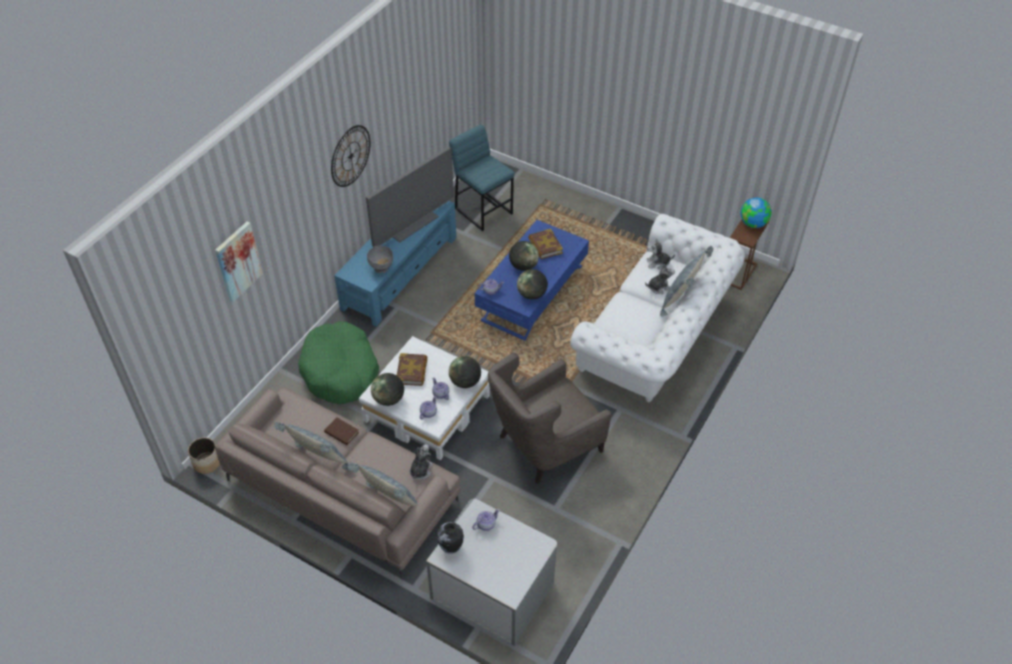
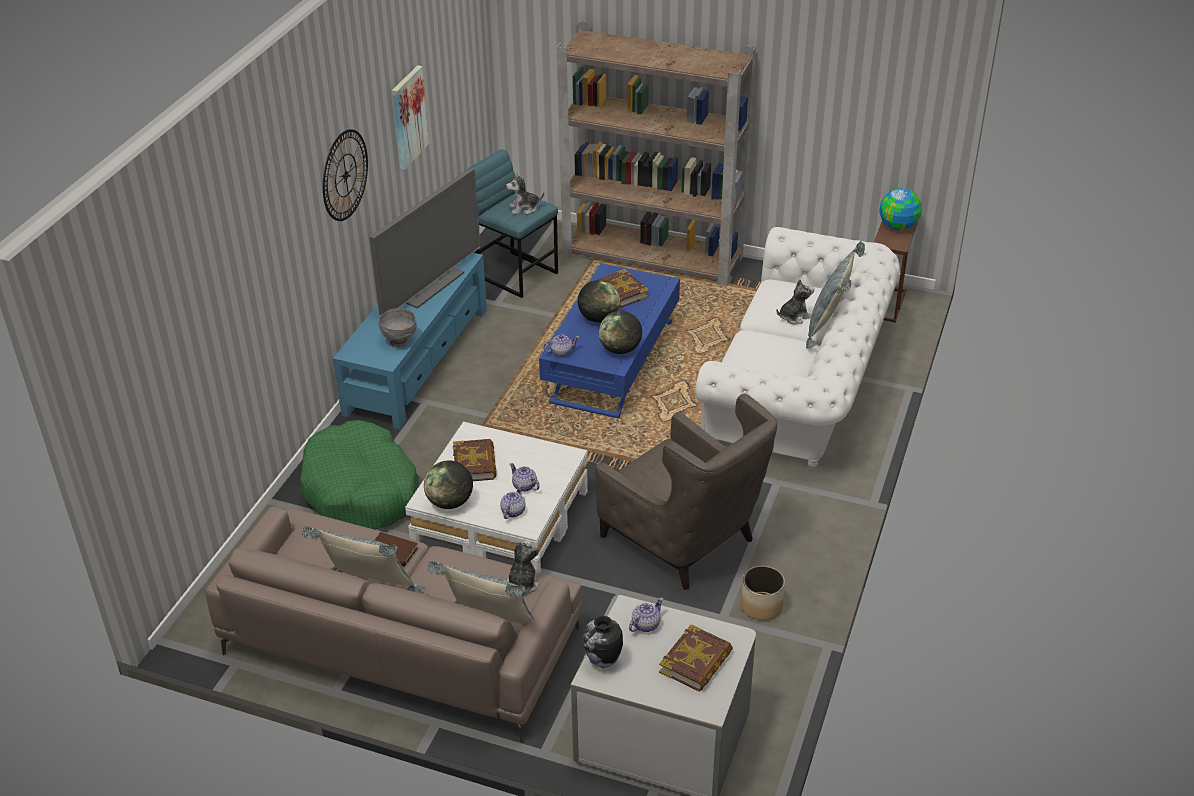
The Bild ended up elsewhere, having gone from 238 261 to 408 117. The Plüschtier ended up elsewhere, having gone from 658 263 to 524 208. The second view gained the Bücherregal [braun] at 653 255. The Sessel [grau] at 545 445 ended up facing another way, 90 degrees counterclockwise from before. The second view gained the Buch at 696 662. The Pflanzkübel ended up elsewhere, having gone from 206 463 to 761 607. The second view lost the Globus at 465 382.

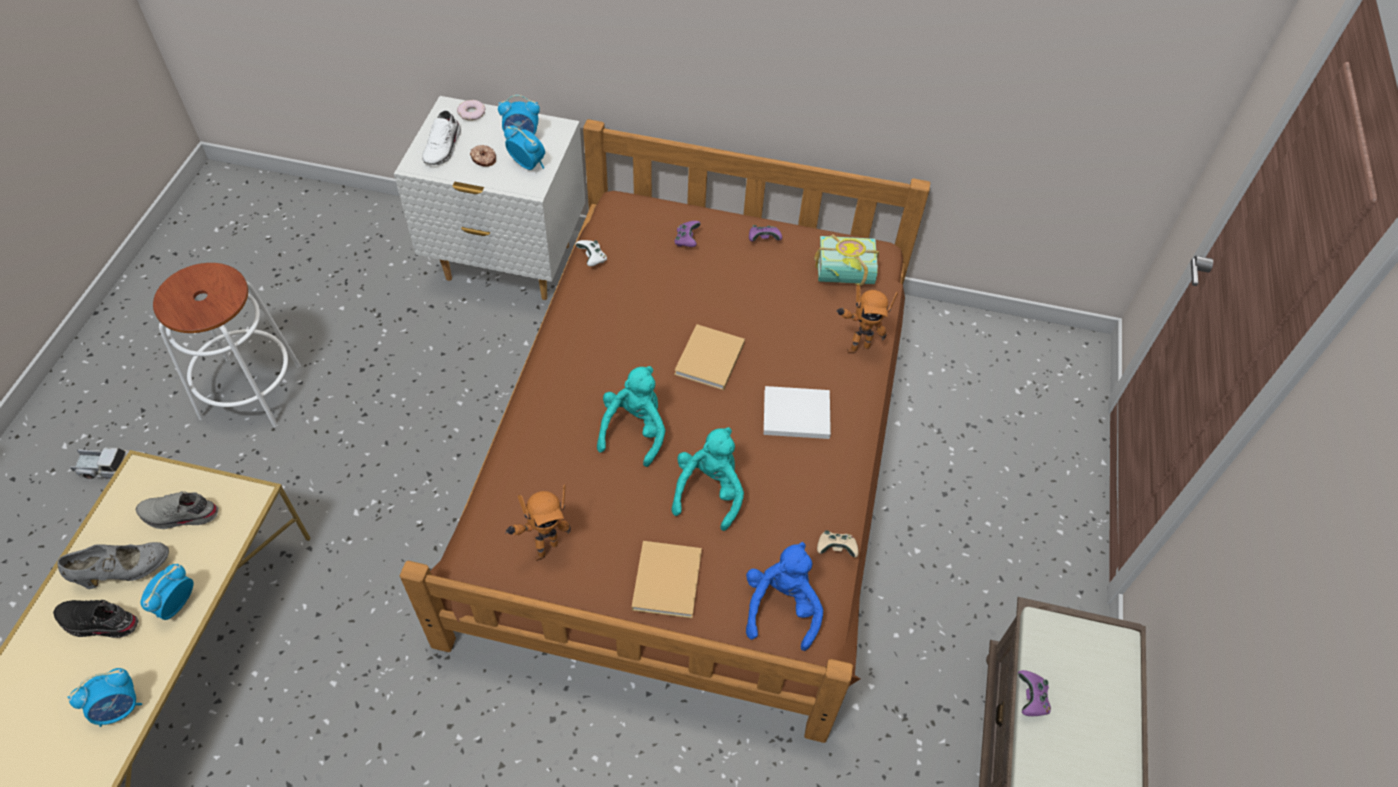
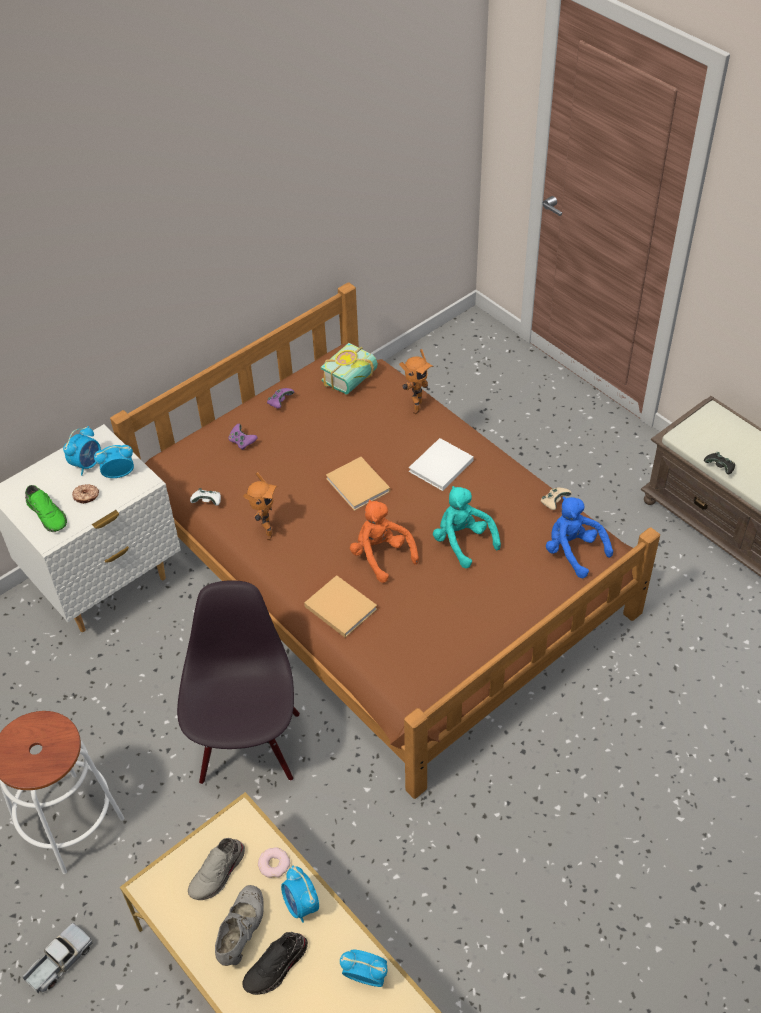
What was the Schuh [weiß] at 444 147 turned into the Schuh [grün] at 48 514. The second view gained the Stuhl [schwarz] at 248 746. The Spielzeugroboter ended up elsewhere, having gone from 543 548 to 265 533. The Donut ended up elsewhere, having gone from 472 113 to 274 864. The Buch [beige] ended up elsewhere, having gone from 667 578 to 339 606. The Wecker at 120 708 ended up facing another way, 75 degrees counterclockwise from before. What was the Plüschtier [türkis] at 634 430 turned into the Plüschtier [orange] at 381 555. What was the Gamepad [lila] at 1031 699 turned into the Gamepad [schwarz] at 719 468.

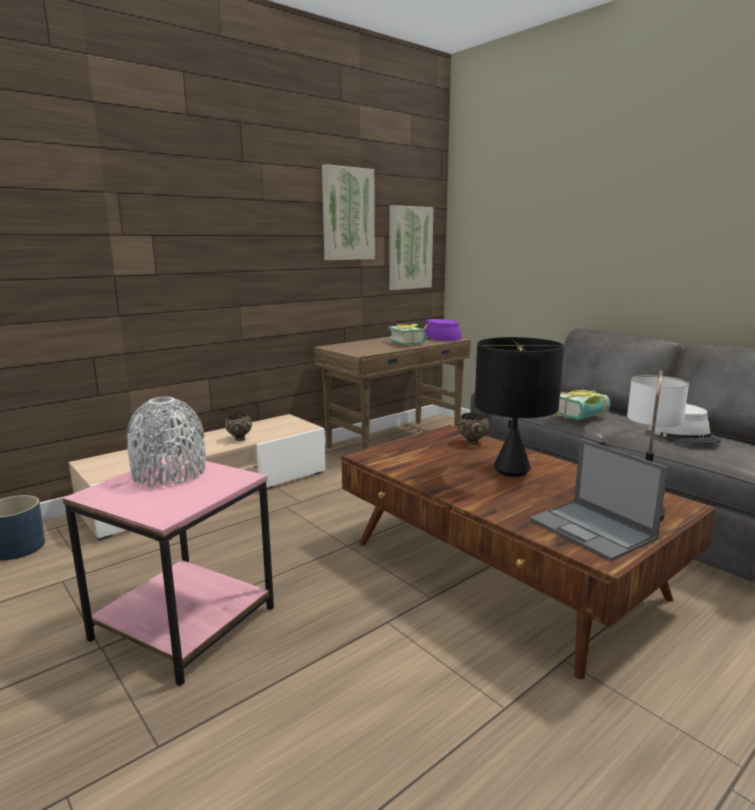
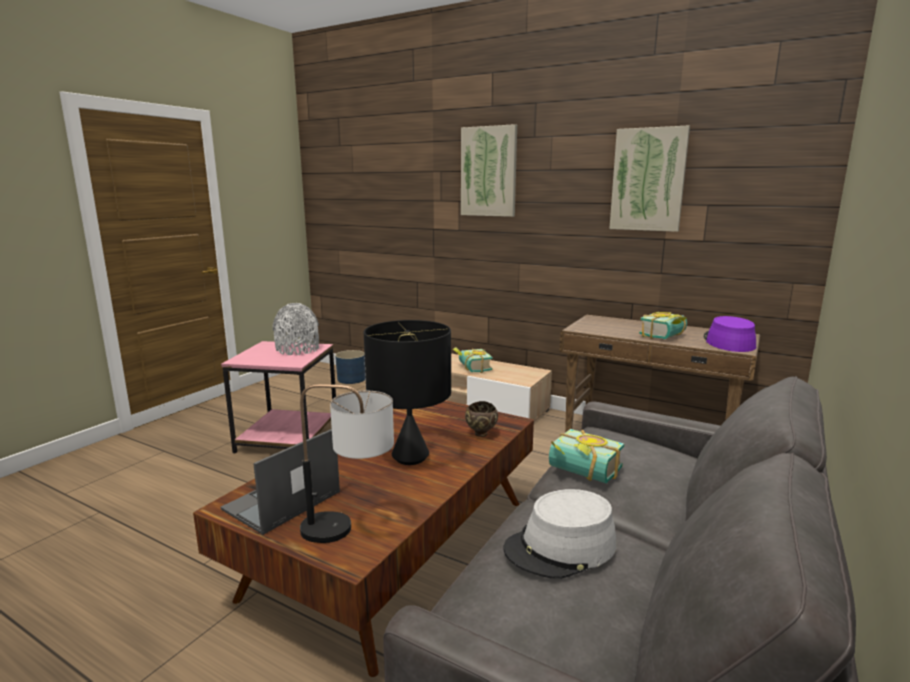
Where the Schüssel [braun] stood at 239 439, the Buch came to stand at 471 368. The Bild ended up elsewhere, having gone from 409 248 to 489 172.

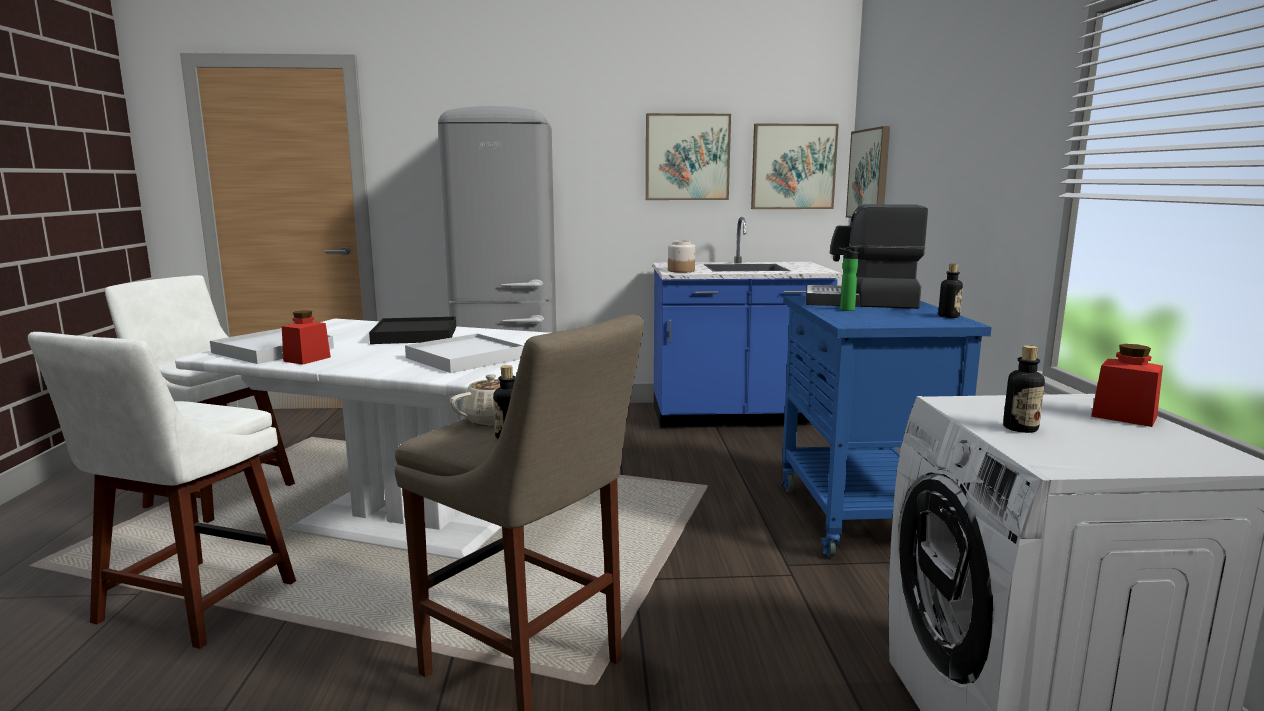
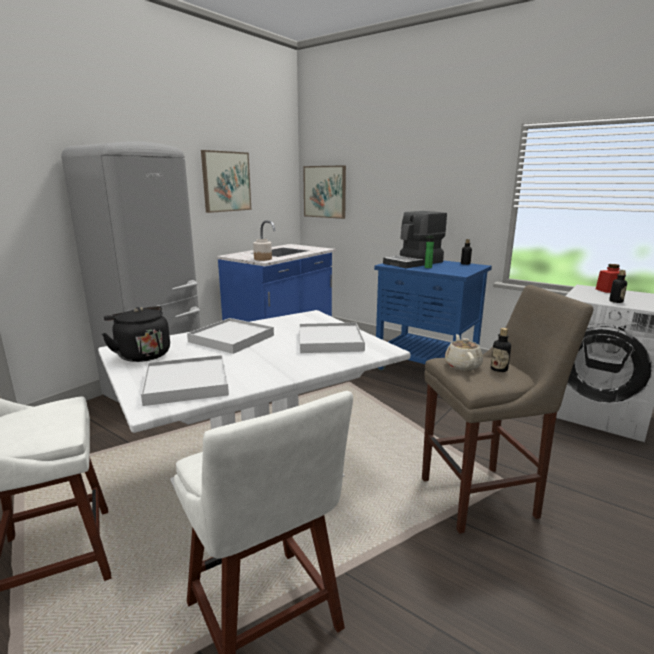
The second view gained the Wasserkessel [schwarz] at 141 354. What was the Tablett [schwarz] at 415 335 turned into the Tablett [weiß] at 231 338. The second view lost the Vorratsglas [rot] at 307 359. The second view lost the Bild at 793 167.

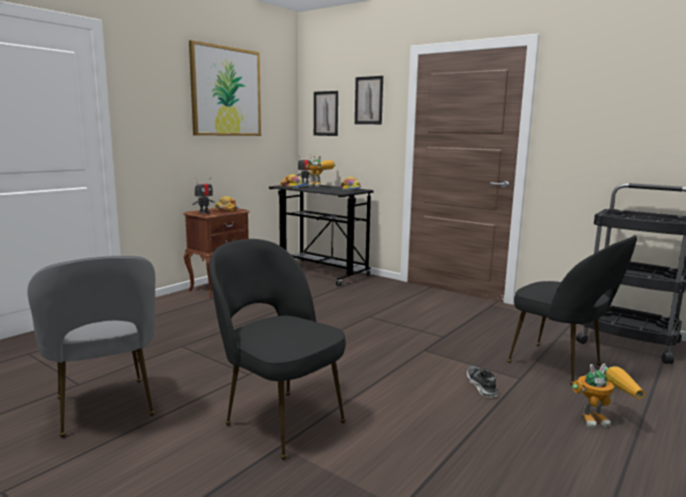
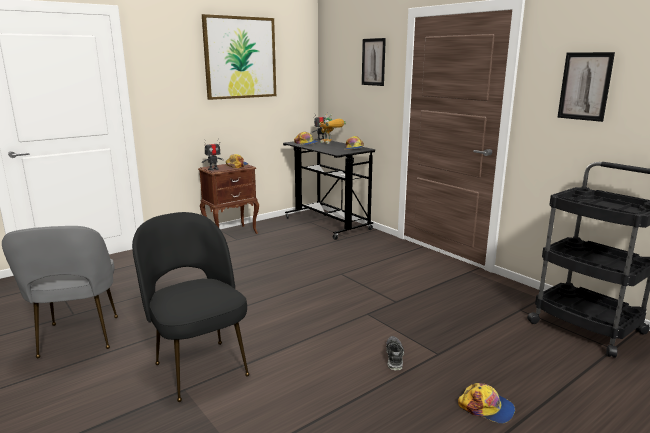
Where the Spielzeugroboter stood at 601 419, the Kappe came to stand at 486 408. The Bild ended up elsewhere, having gone from 326 113 to 585 86. The second view lost the Stuhl [schwarz] at 561 366.

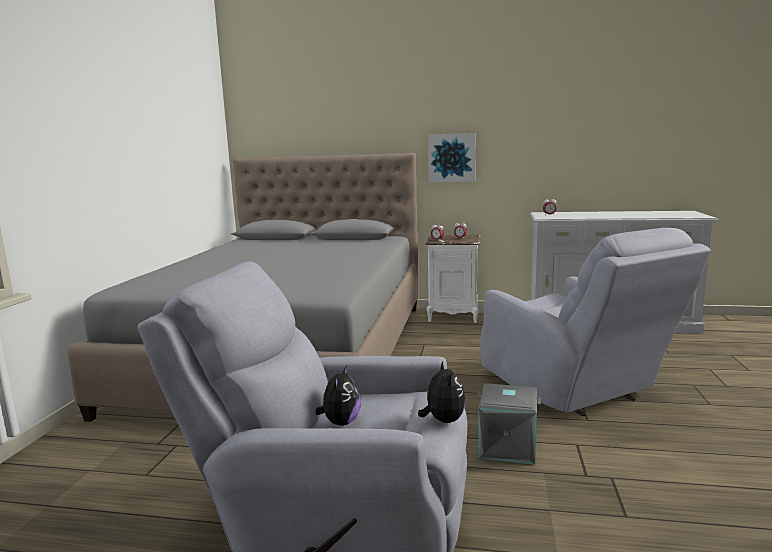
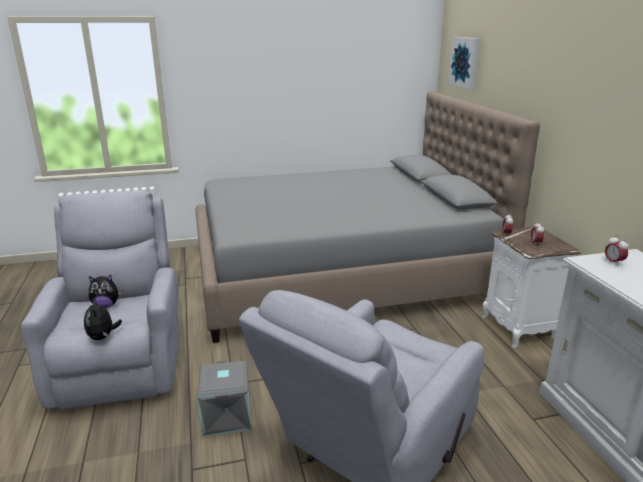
The Plüschtier at 443 420 ended up facing another way, 105 degrees clockwise from before. The Bild ended up elsewhere, having gone from 452 157 to 465 62.

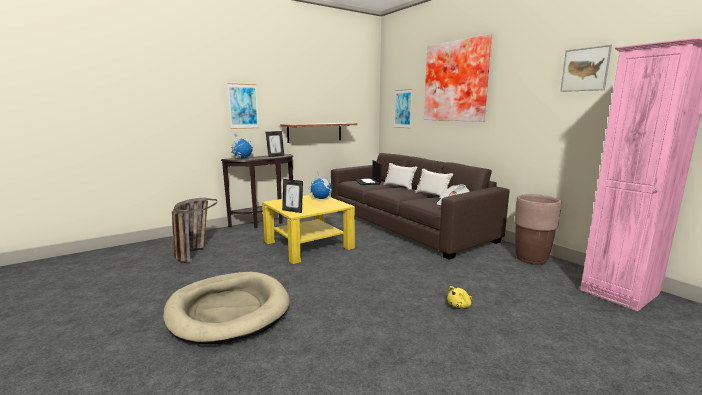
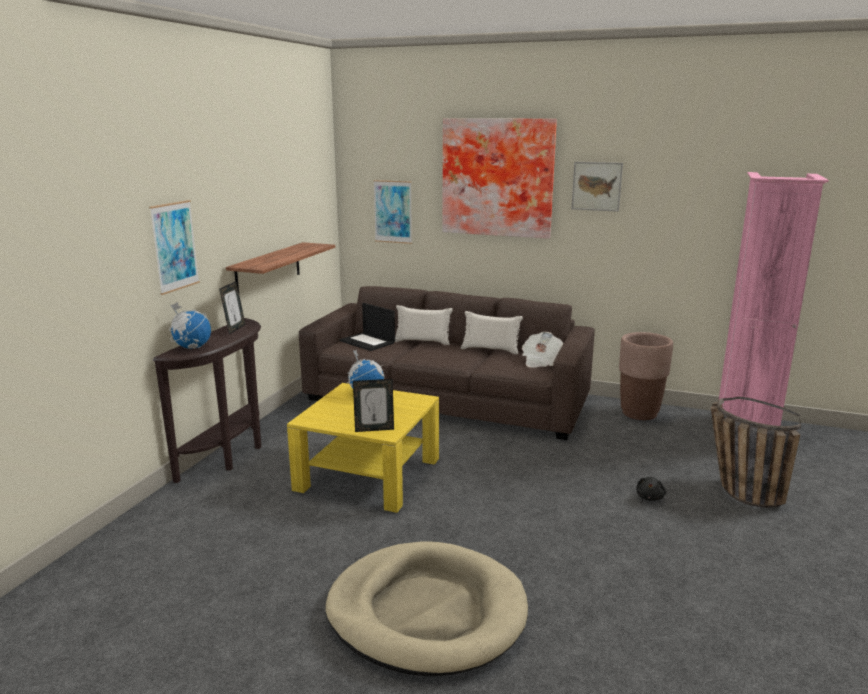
The Bild ended up elsewhere, having gone from 585 69 to 596 186. What was the Plüschtier [gelb] at 459 305 turned into the Plüschtier [schwarz] at 650 497. The Korb ended up elsewhere, having gone from 194 253 to 737 490.

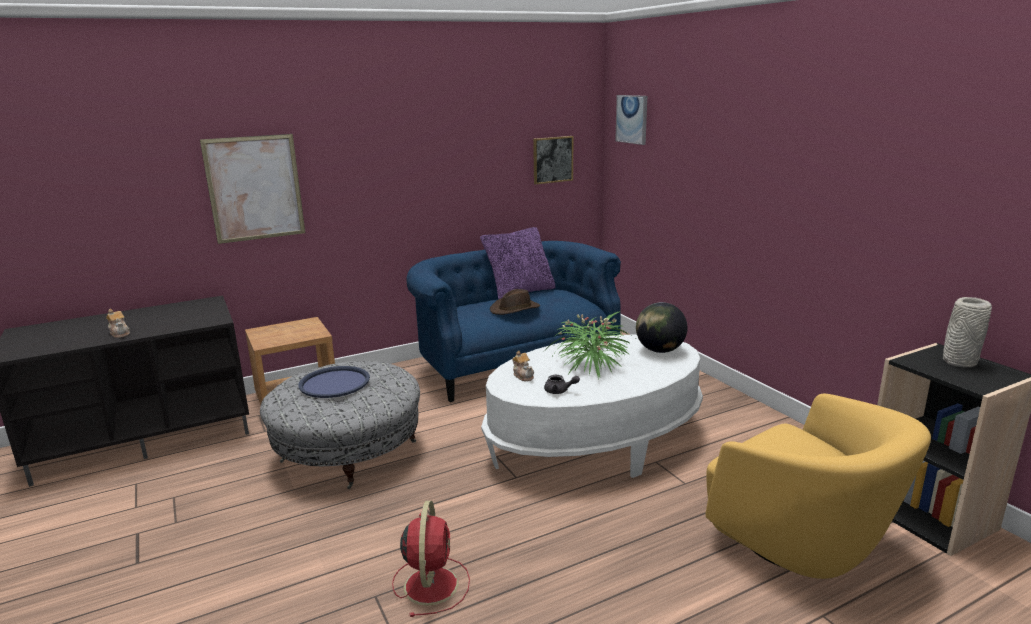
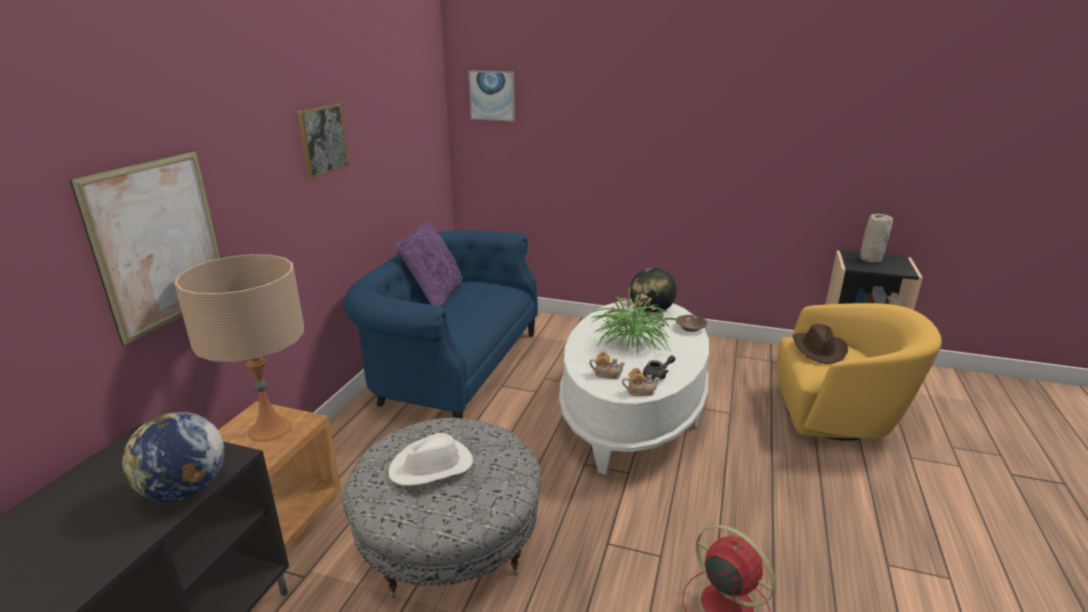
The second view gained the Globus at 185 490. The second view gained the Tischlampe [beige] at 270 429. The Bild ended up elsewhere, having gone from 552 159 to 322 140. Where the Tablett [blau] stood at 334 383, the Hut [weiß] came to stand at 432 466. The Teekanne ended up elsewhere, having gone from 120 333 to 640 391. The second view gained the Schüssel [braun] at 690 328. The Hut [braun] ended up elsewhere, having gone from 515 309 to 819 349.

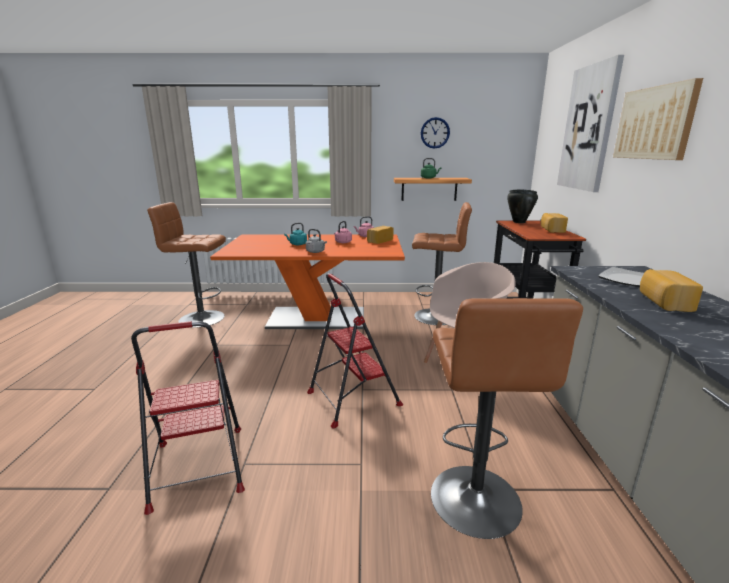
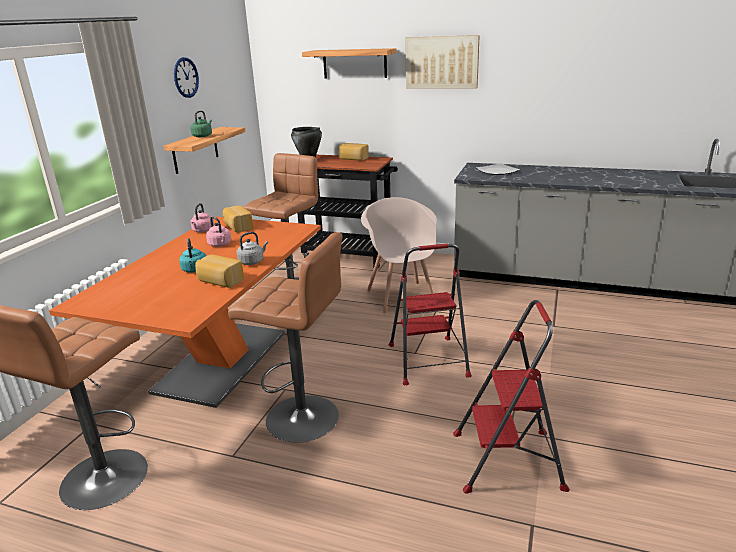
The Brot ended up elsewhere, having gone from 663 302 to 220 281. The Hocker [braun] ended up elsewhere, having gone from 474 500 to 302 419. Where the Bild hung at 588 128, the Wandregal came to hang at 354 63.

